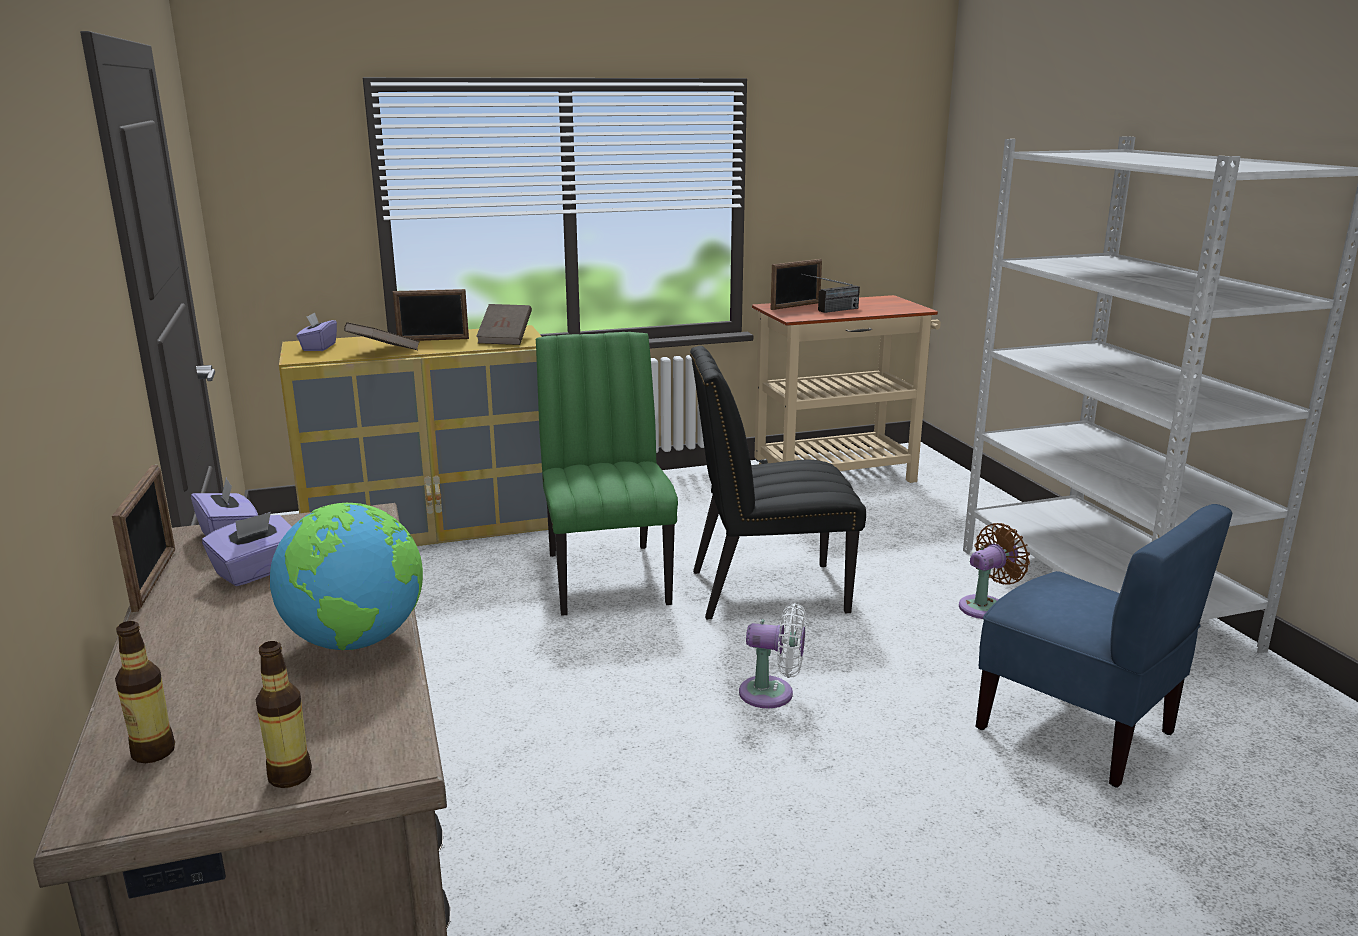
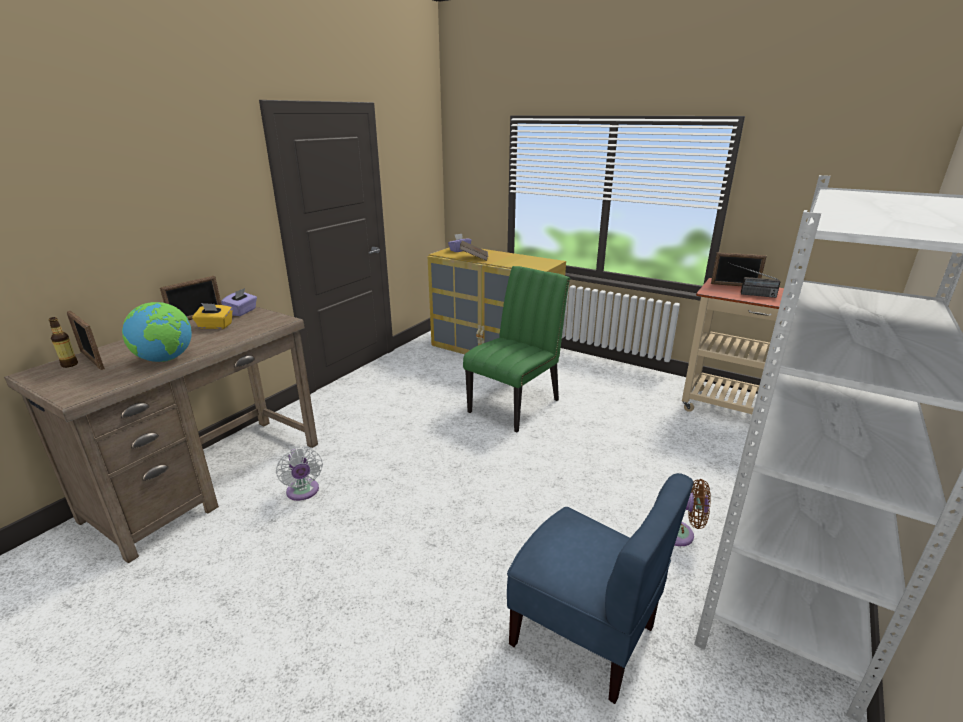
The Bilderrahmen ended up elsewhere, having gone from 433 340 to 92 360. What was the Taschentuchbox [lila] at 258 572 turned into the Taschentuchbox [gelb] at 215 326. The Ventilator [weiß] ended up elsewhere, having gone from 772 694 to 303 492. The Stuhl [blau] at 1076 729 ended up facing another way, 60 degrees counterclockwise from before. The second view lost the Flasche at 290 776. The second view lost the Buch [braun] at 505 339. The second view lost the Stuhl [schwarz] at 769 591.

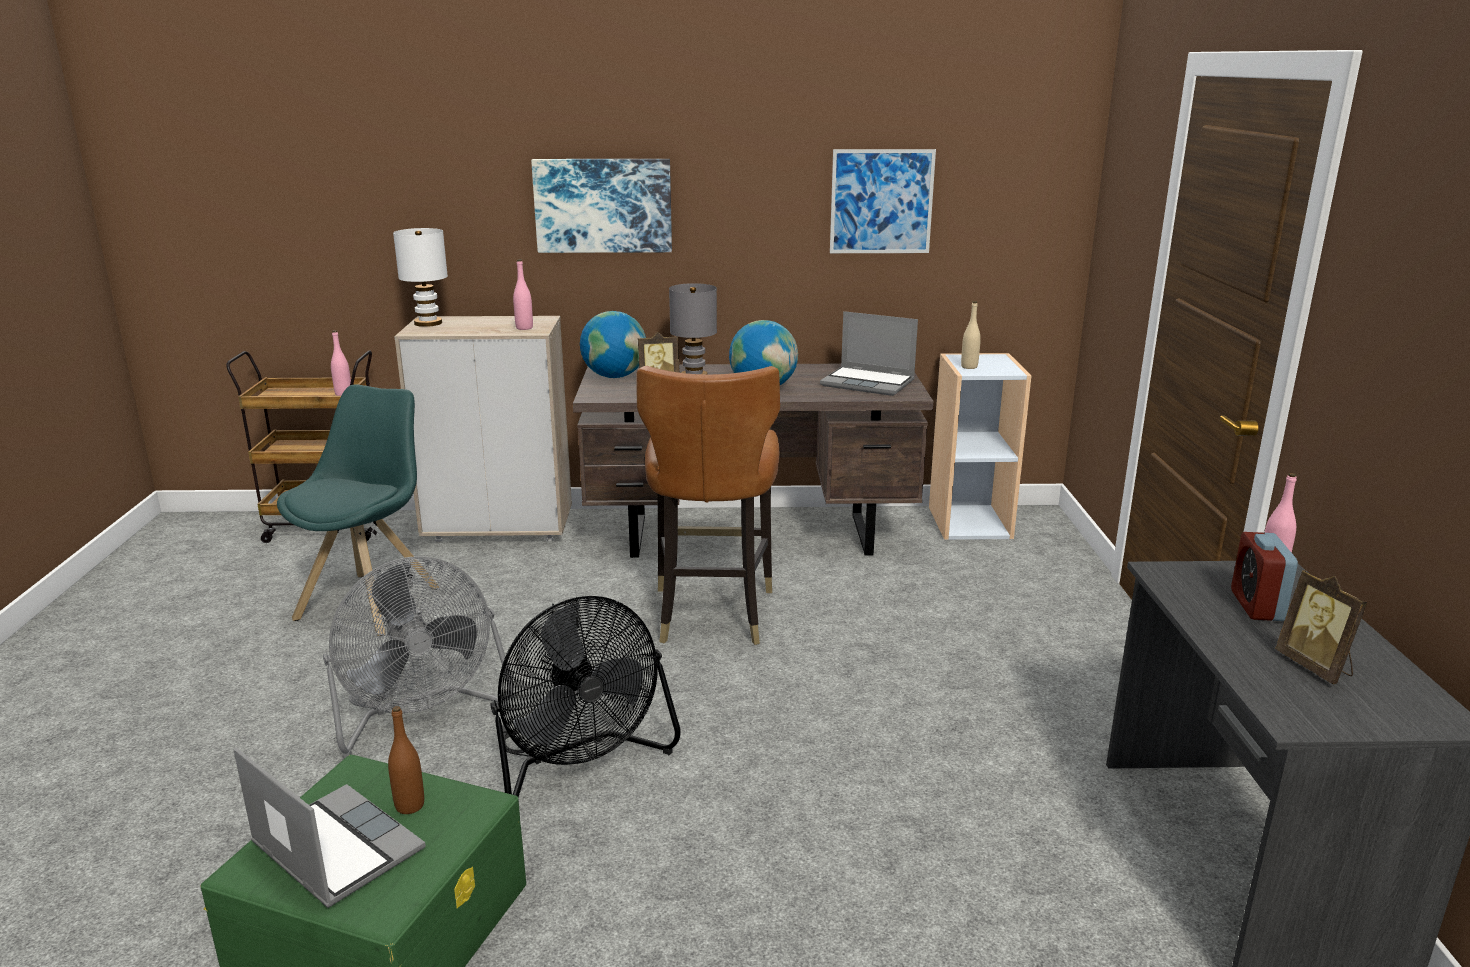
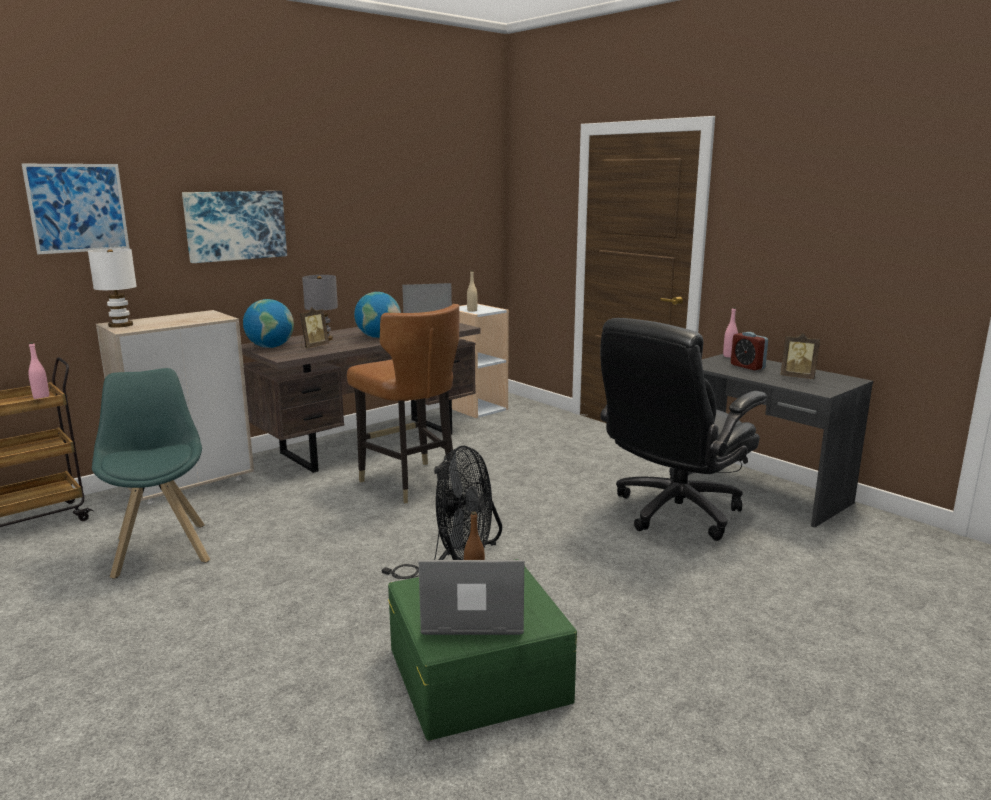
The Bild ended up elsewhere, having gone from 881 201 to 77 208. The second view gained the Bürostuhl [schwarz] at 671 513. The second view lost the Ventilator [grau] at 412 716. The second view lost the Flasche [rosa] at 524 328.

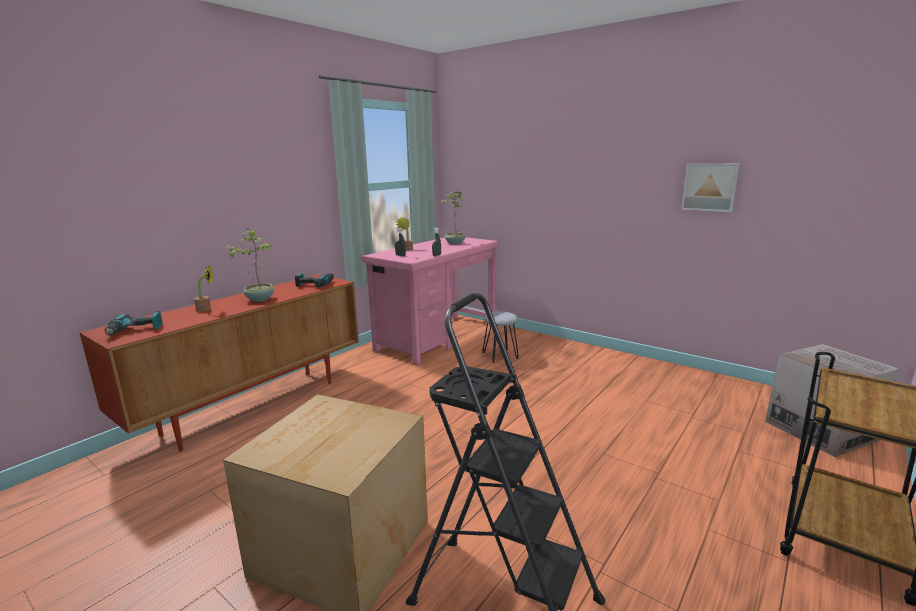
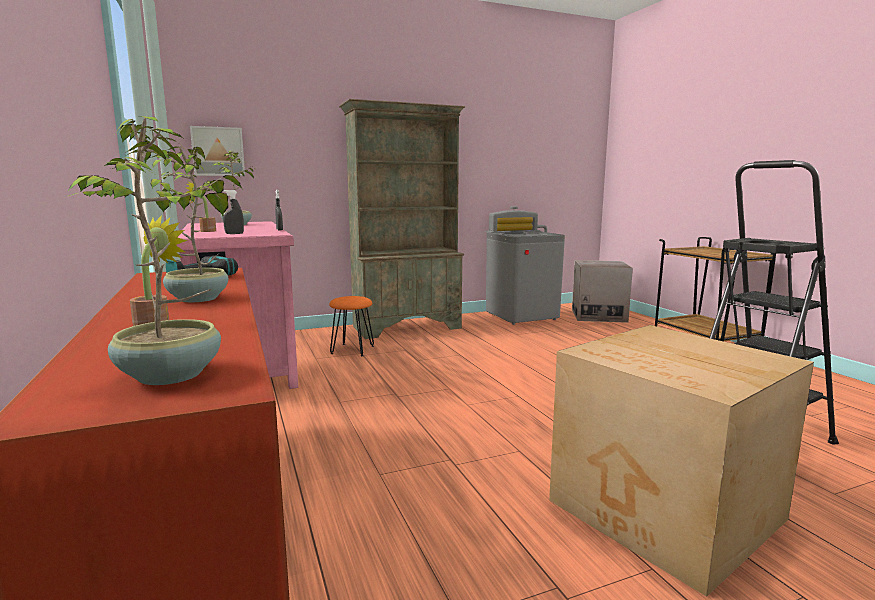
Where the Bohrmaschine stood at 135 330, the Topfpflanze came to stand at 172 375. The Bild ended up elsewhere, having gone from 710 187 to 218 151. What was the Hocker [grau] at 500 355 turned into the Hocker [orange] at 353 350. The second view gained the Bücherregal [grün] at 407 327. The second view gained the Waschmaschine [grau] at 522 316.

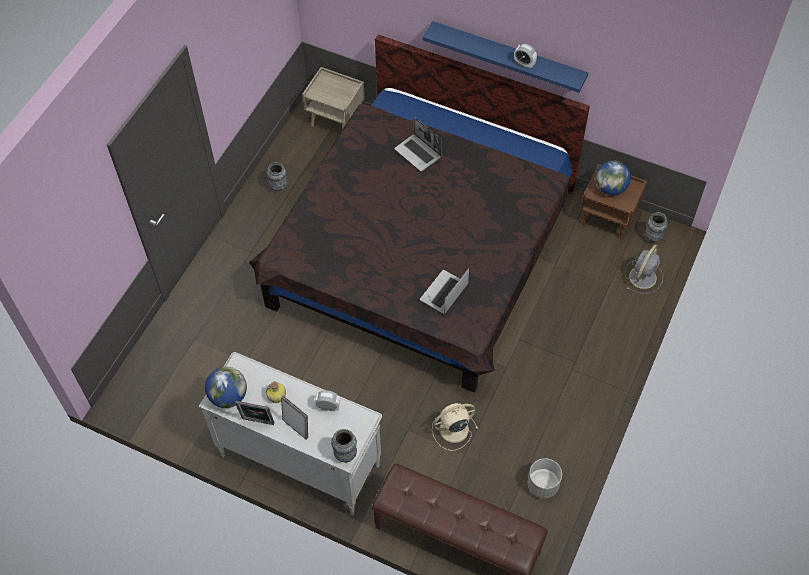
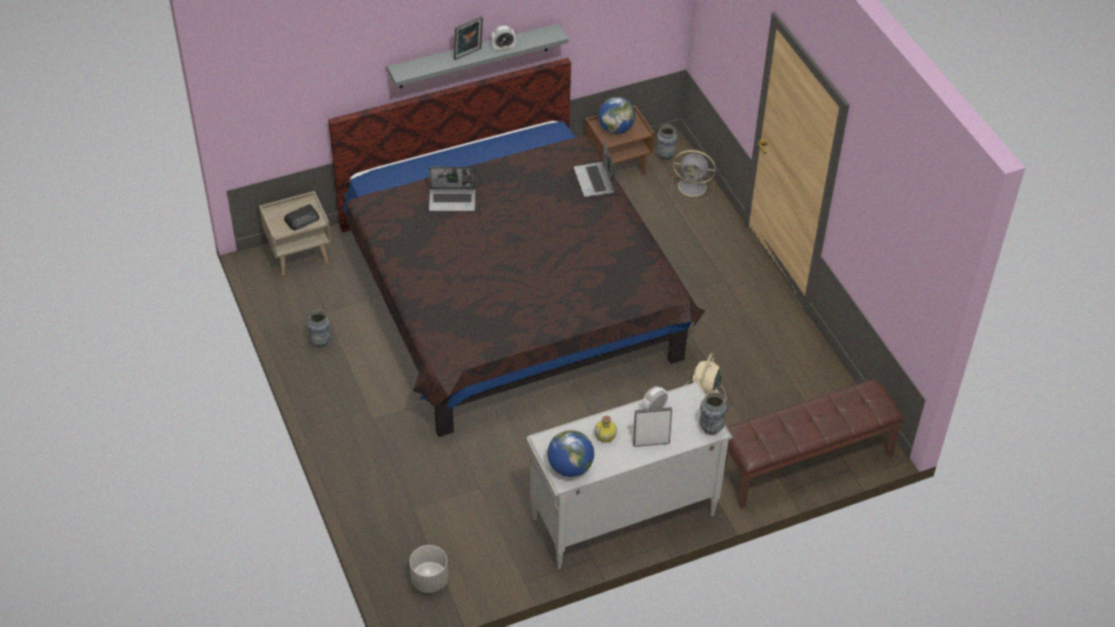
The second view gained the Radio at 302 219. What was the Wandregal [blau] at 508 56 turned into the Wandregal [grau] at 474 56. The Pflanzkübel [grau] ended up elsewhere, having gone from 542 485 to 429 580. The Bilderrahmen ended up elsewhere, having gone from 257 422 to 468 55. The Laptop ended up elsewhere, having gone from 444 293 to 595 181. The Ventilator [grau] at 643 276 ended up facing another way, 120 degrees clockwise from before.

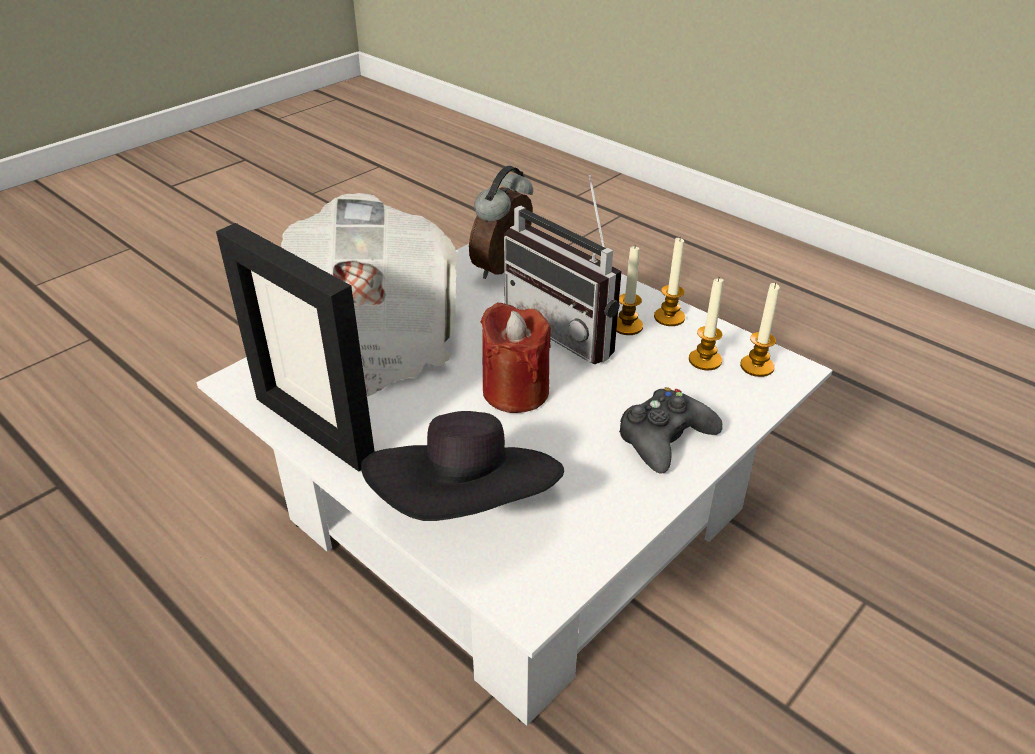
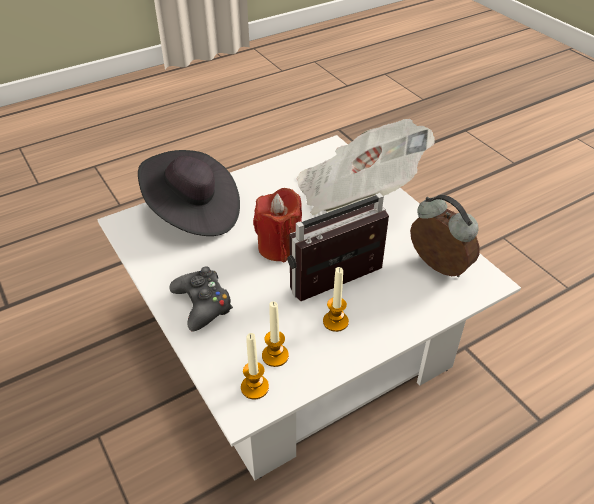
The second view lost the Bilderrahmen at 316 426. The second view lost the Kerze at 669 317.

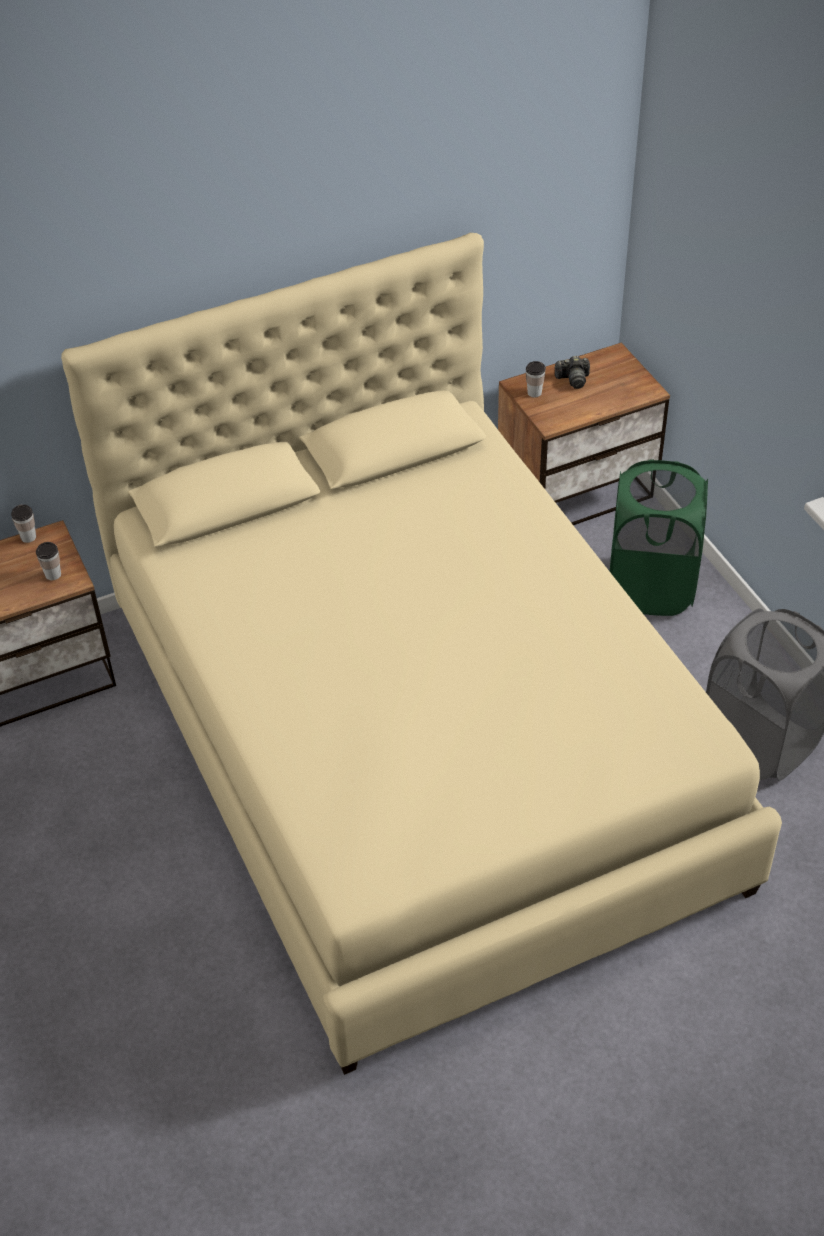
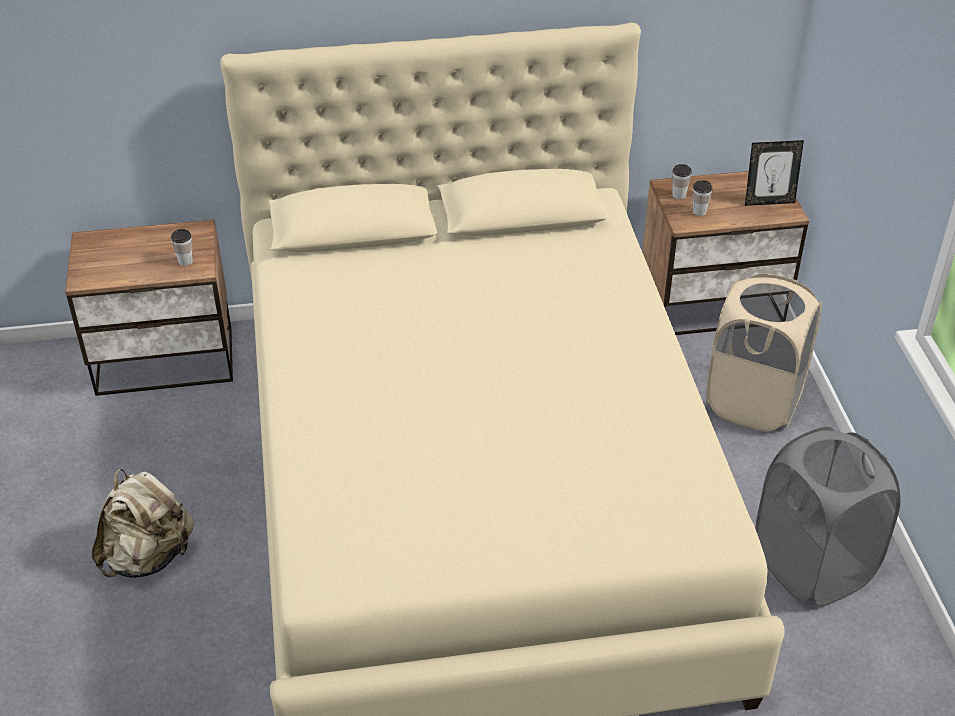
The second view gained the Rucksack [beige] at 148 557. The Tasse ended up elsewhere, having gone from 28 537 to 699 211. What was the Wäschekorb [grün] at 650 587 turned into the Wäschekorb [beige] at 754 402. The second view gained the Bilderrahmen at 768 201. The second view lost the Kamera at 573 379.

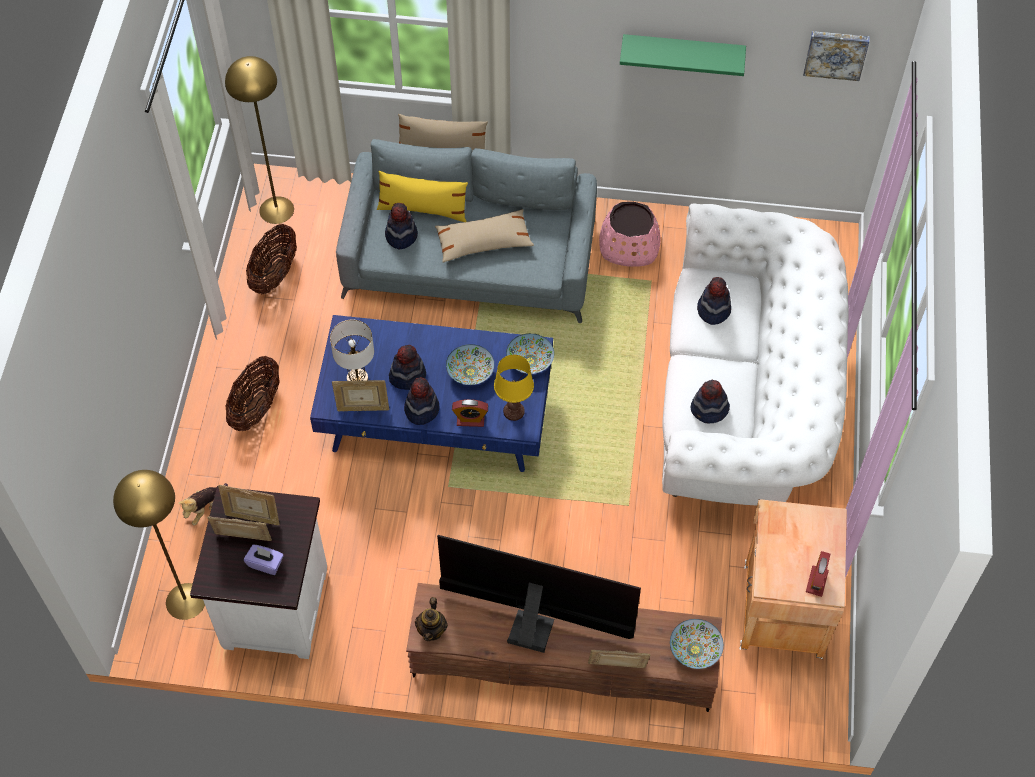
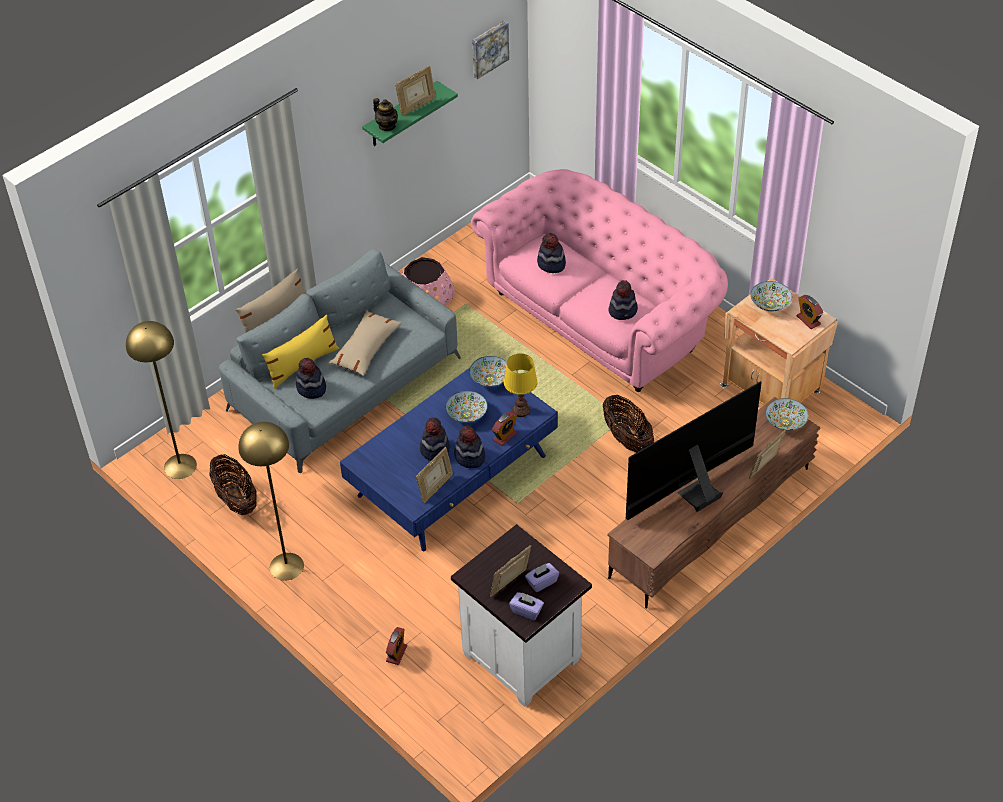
The Stehlampe [gelb] ended up elsewhere, having gone from 185 601 to 286 566. The Teekanne ended up elsewhere, having gone from 432 630 to 387 126. Where the Plüschtier stood at 205 508, the Wecker came to stand at 396 653. The Bilderrahmen ended up elsewhere, having gone from 252 517 to 417 106. What was the Sofa [weiß] at 744 400 turned into the Sofa [rosa] at 603 315. The second view gained the Taschentuchbox [lila] at 526 611. The Korb ended up elsewhere, having gone from 256 407 to 627 439. The second view gained the Schüssel at 770 304. The second view lost the Tischlampe at 357 379.

